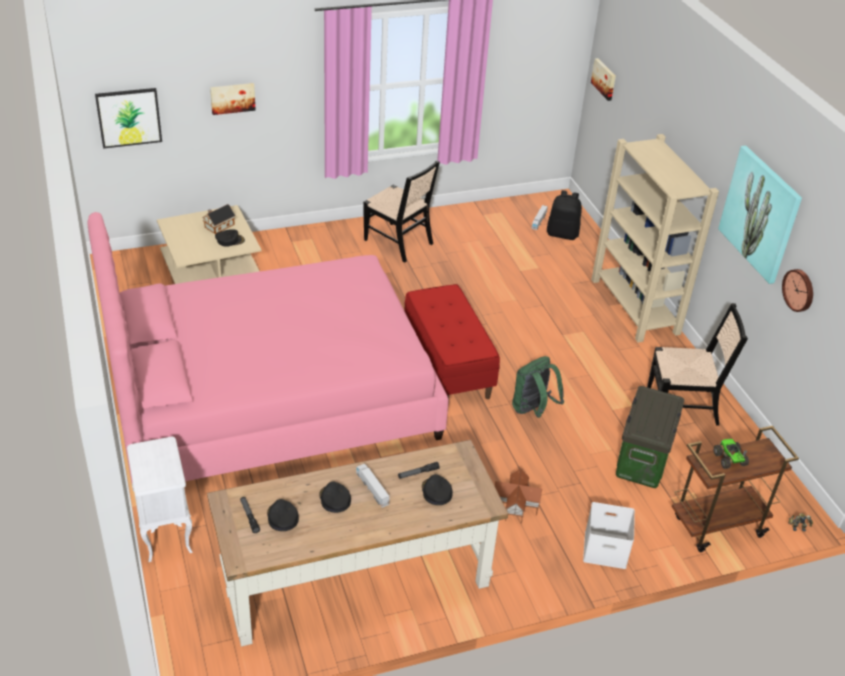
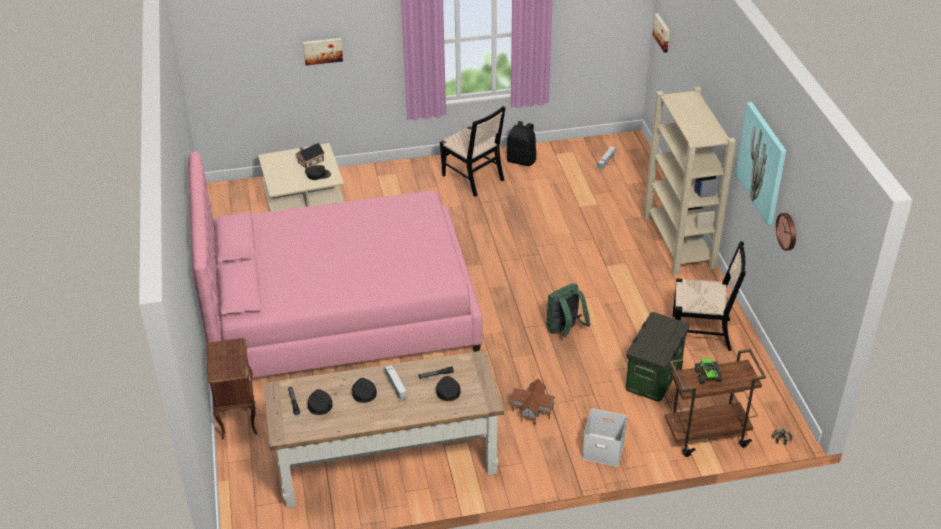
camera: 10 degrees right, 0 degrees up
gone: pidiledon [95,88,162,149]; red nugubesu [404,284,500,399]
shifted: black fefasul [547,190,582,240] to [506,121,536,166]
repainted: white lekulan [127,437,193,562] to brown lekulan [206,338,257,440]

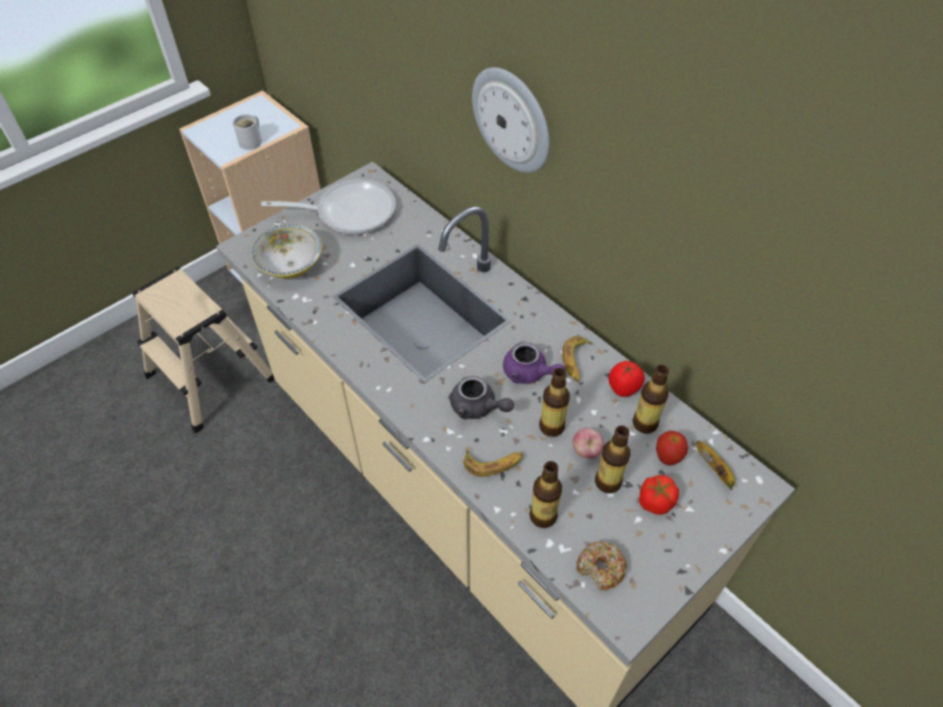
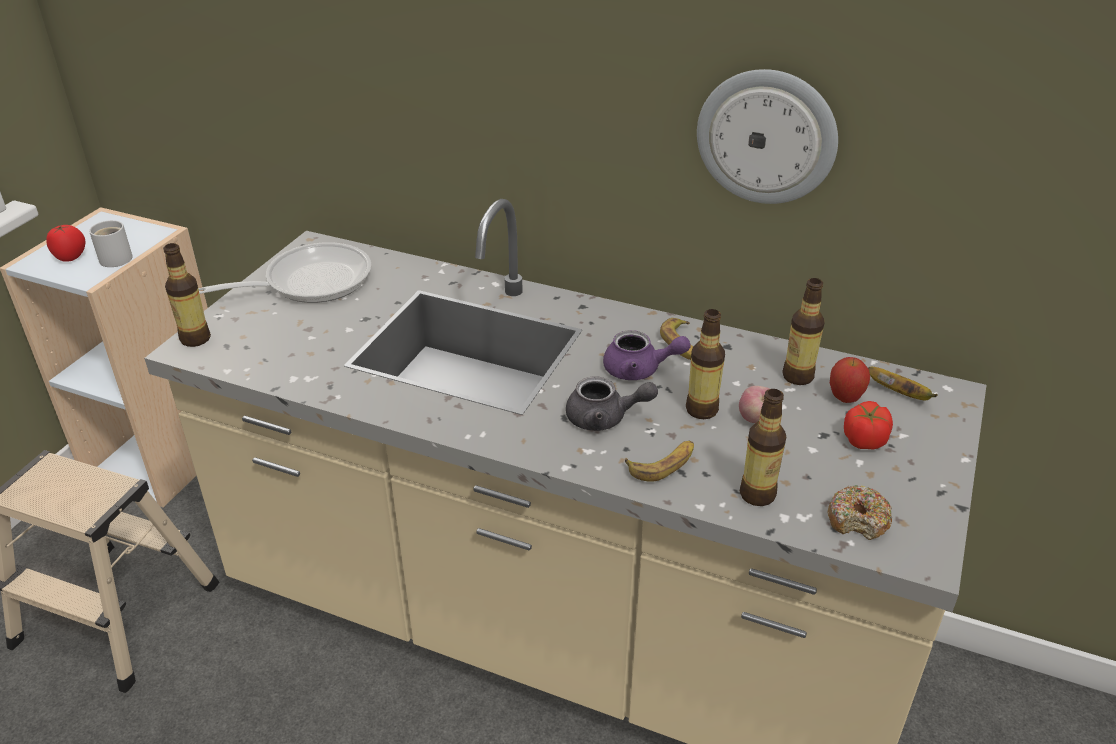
camera: 25 degrees left, 15 degrees down
gone: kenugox [251,224,322,279]
shifted: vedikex [472,67,550,173] to [697,69,838,204]; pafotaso [609,361,645,397] to [46,225,86,262]; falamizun [595,425,631,493] to [163,243,211,347]

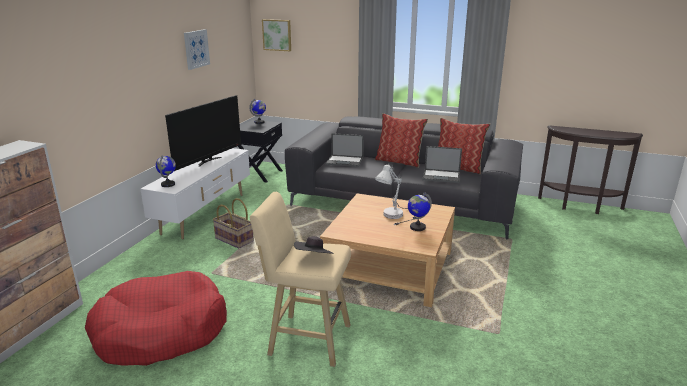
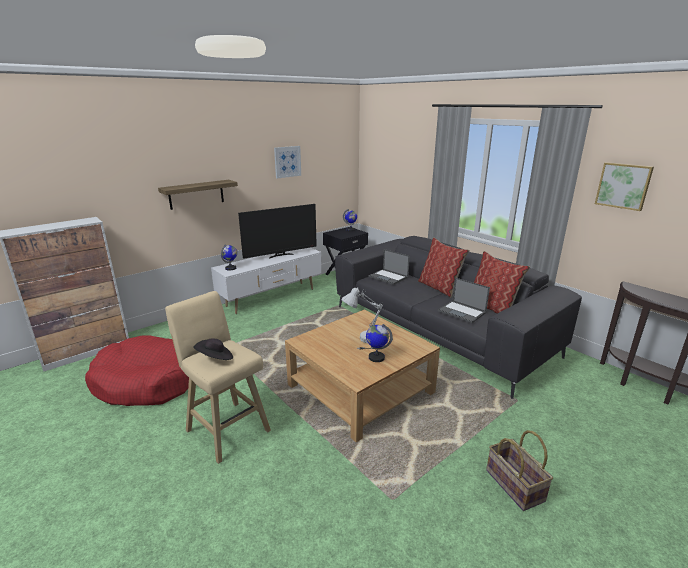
camera: 30 degrees right, 0 degrees up
new: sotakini [158,180,238,210]
shifted: pidiledon [262,19,291,51] to [595,162,654,211]; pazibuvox [213,198,254,249] to [486,430,553,511]

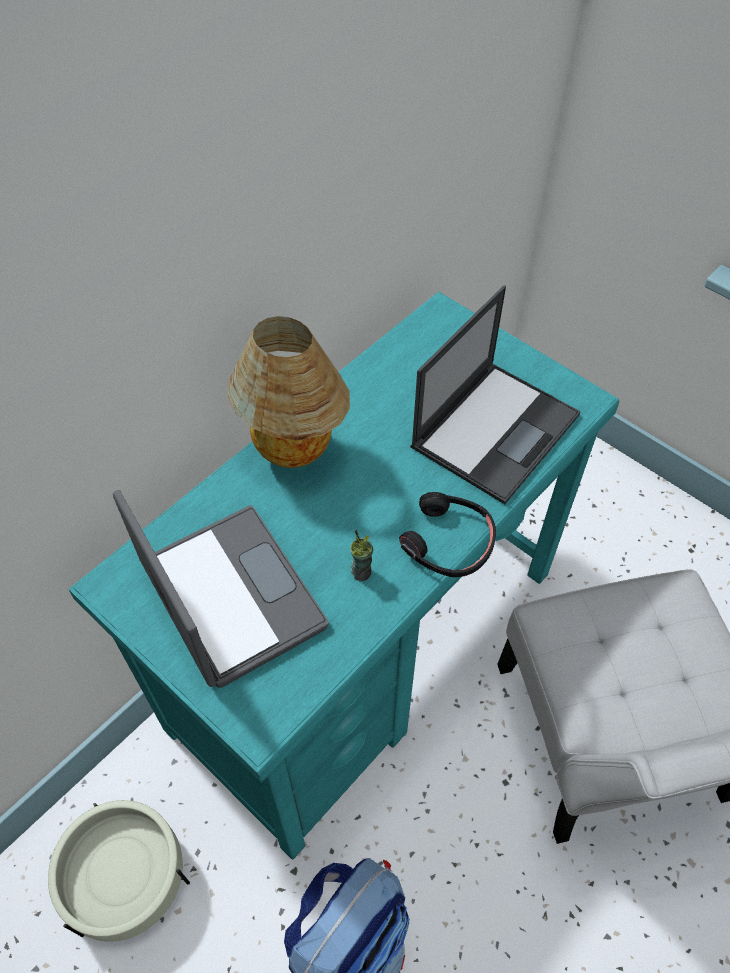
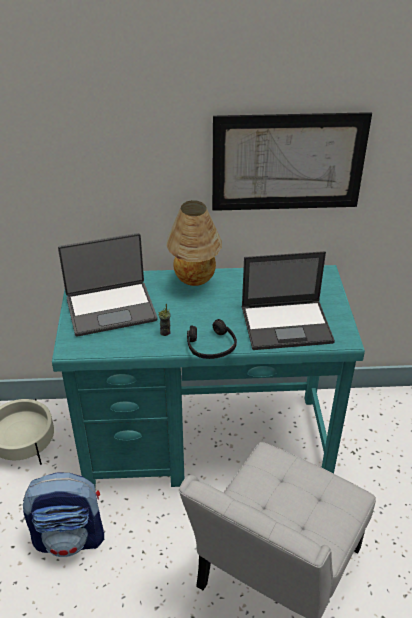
camera: 45 degrees right, 15 degrees down
new: pidiledon [212,112,372,211]
rotated: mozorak [113,490,328,688] = [58,233,157,337] 60 degrees clockwise

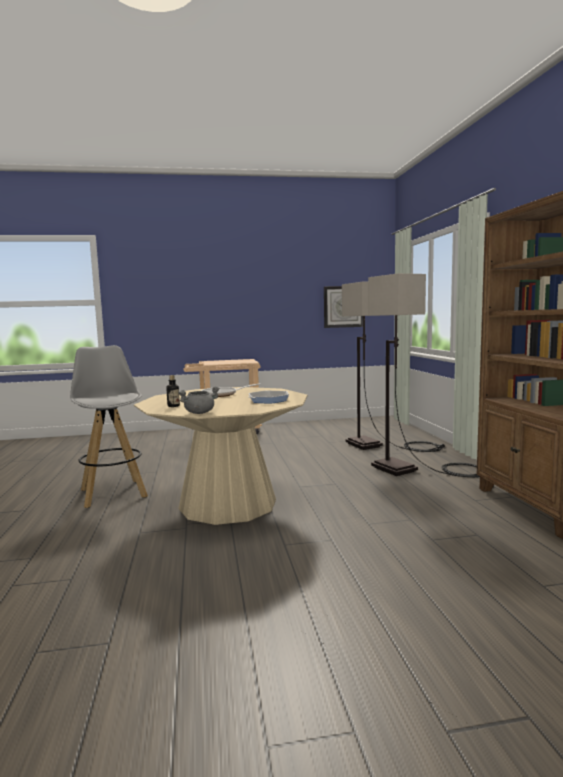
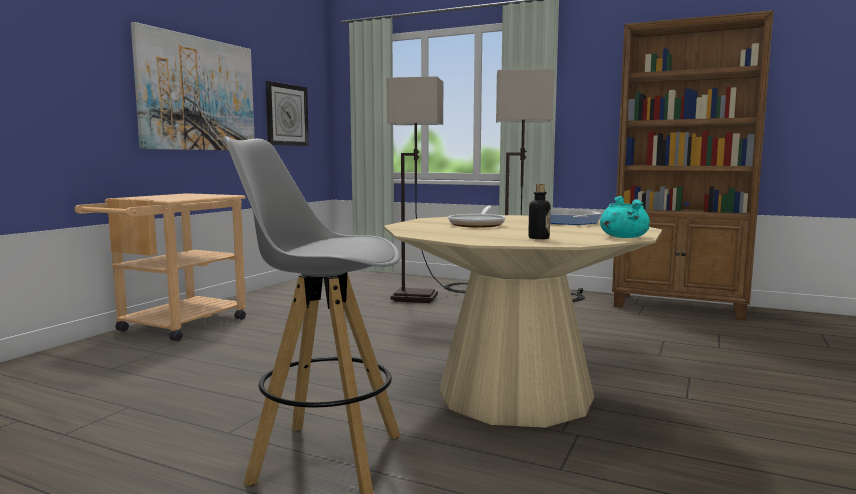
camera: 55 degrees left, 0 degrees up
new: pidiledon [131,22,255,151]
repainted: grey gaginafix [178,386,220,414] to turquoise gaginafix [600,196,650,238]

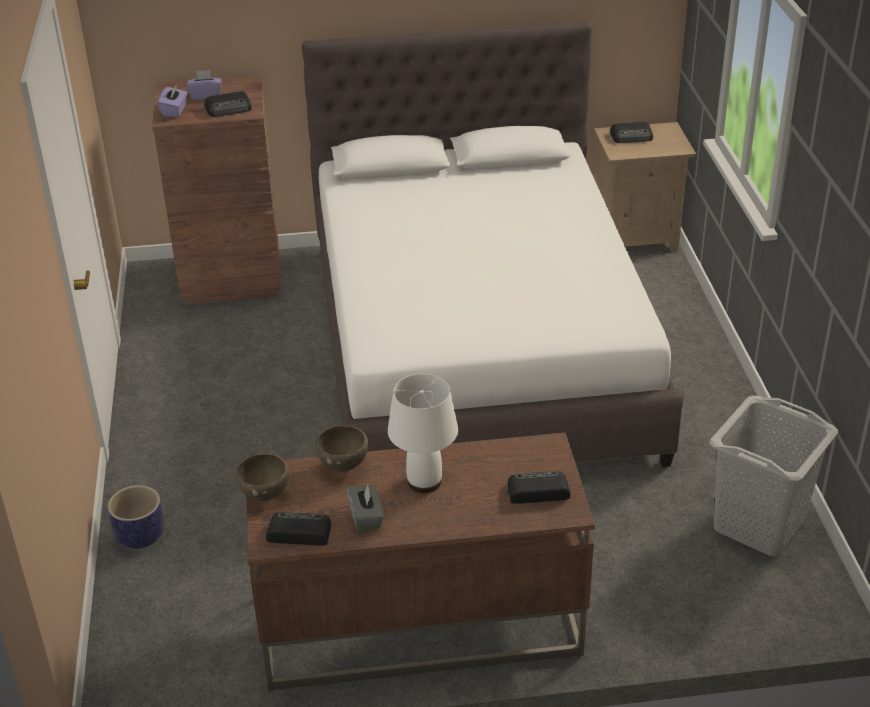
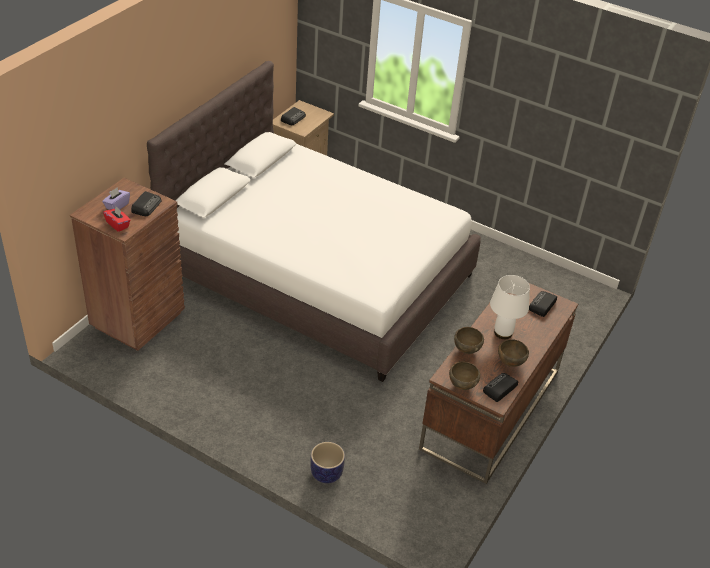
camera: 55 degrees left, 5 degrees up
gone: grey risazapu [709,396,838,556]
swapped: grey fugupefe [346,485,384,532] to brown kenugox [498,339,529,367]
repainted: purple fugupefe [158,85,187,117] to red fugupefe [103,206,131,232]

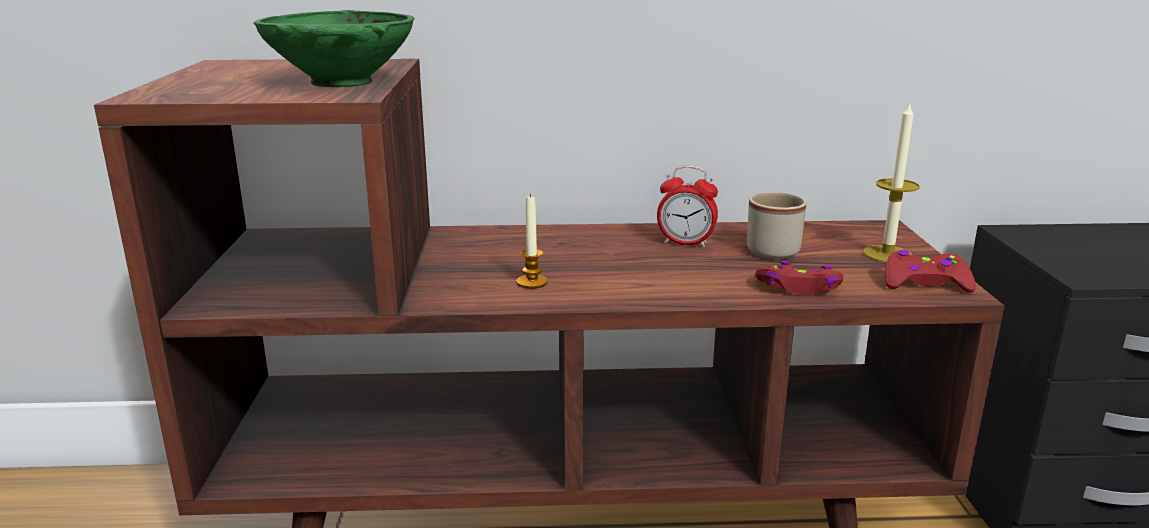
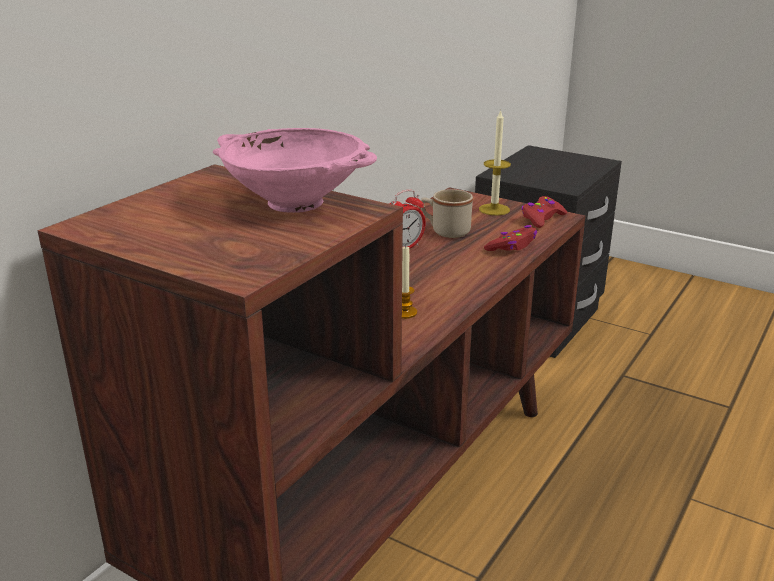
camera: 55 degrees left, 5 degrees up
repainted: green kenugox [254,10,415,87] to pink kenugox [213,128,377,213]

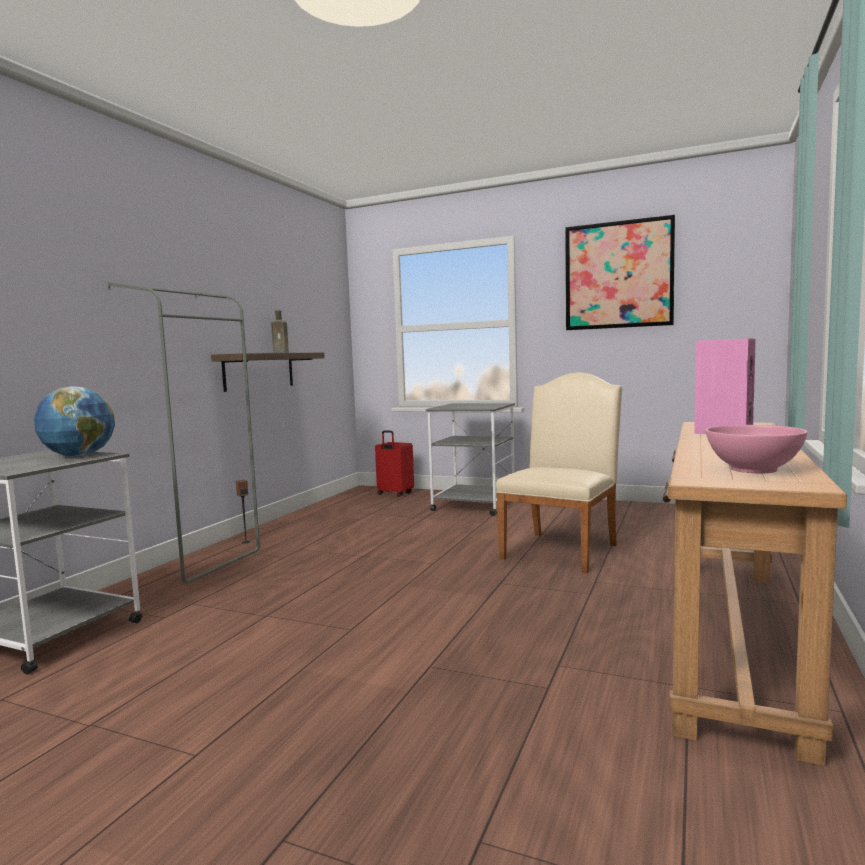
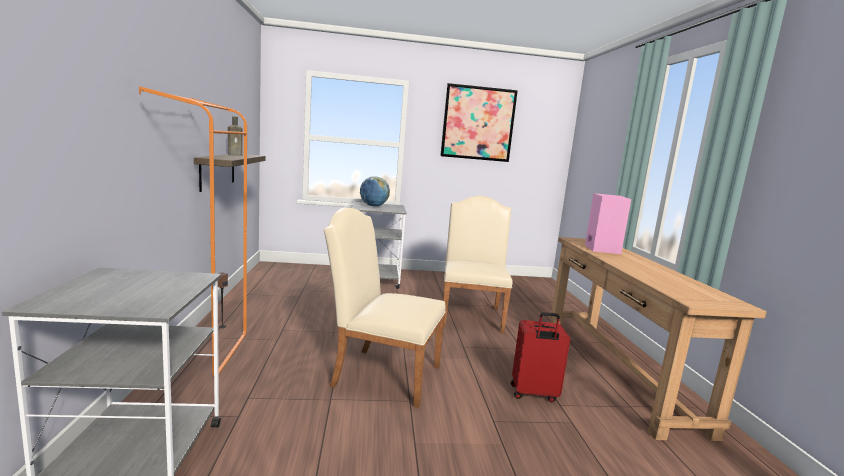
camera: 30 degrees left, 5 degrees up
gone: pink kenugox [705,425,808,473]
new: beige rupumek [324,207,446,408]
shifted: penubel [34,386,115,456] to [360,176,390,206]; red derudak [375,430,414,497] to [511,312,570,402]
repainted: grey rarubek [108,282,260,583] to orange rarubek [139,86,247,377]

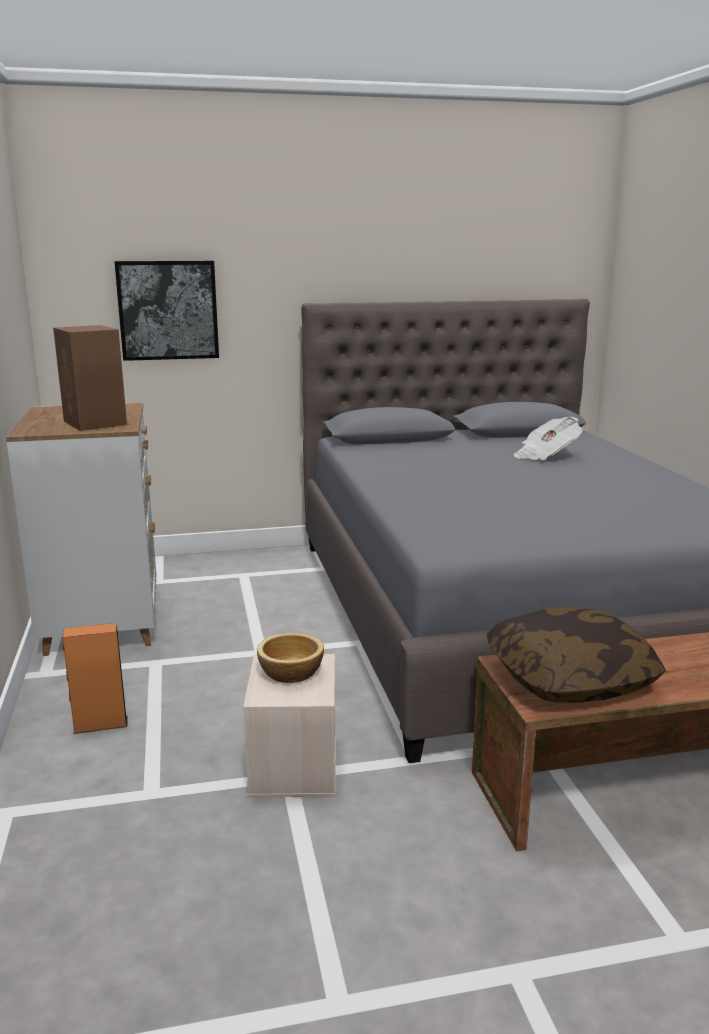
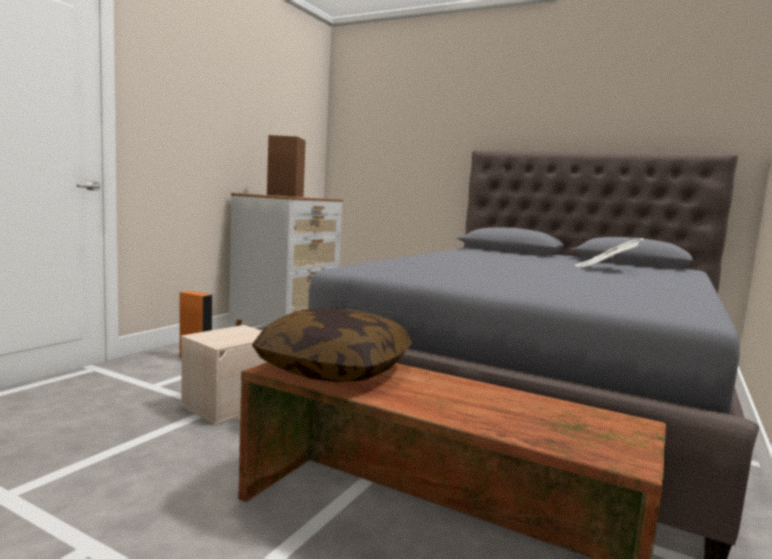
camera: 40 degrees right, 10 degrees down
gone: pidiledon [114,261,219,361]; kenugox [257,633,324,683]

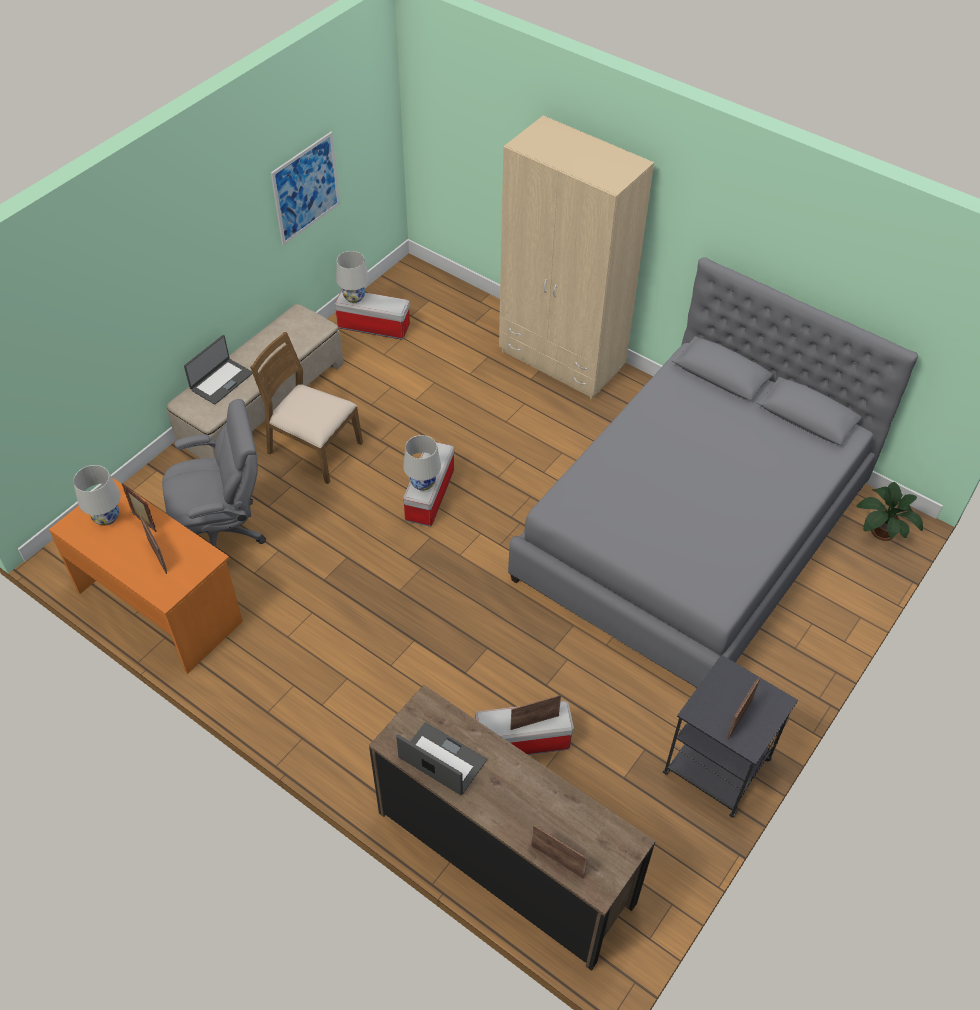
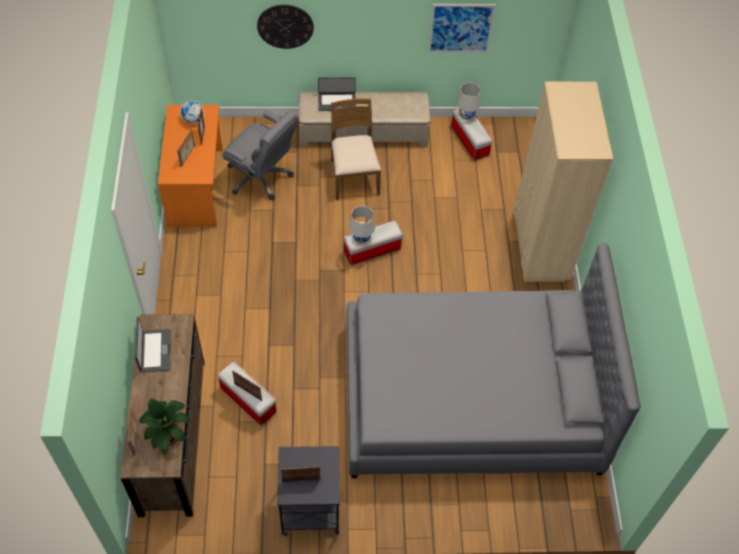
camera: 50 degrees right, 5 degrees up
new: vedikex [257,4,314,49]
shifted: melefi [856,482,923,541] to [139,399,190,455]
swapped: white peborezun [73,465,121,525] to penubel [180,100,205,124]

